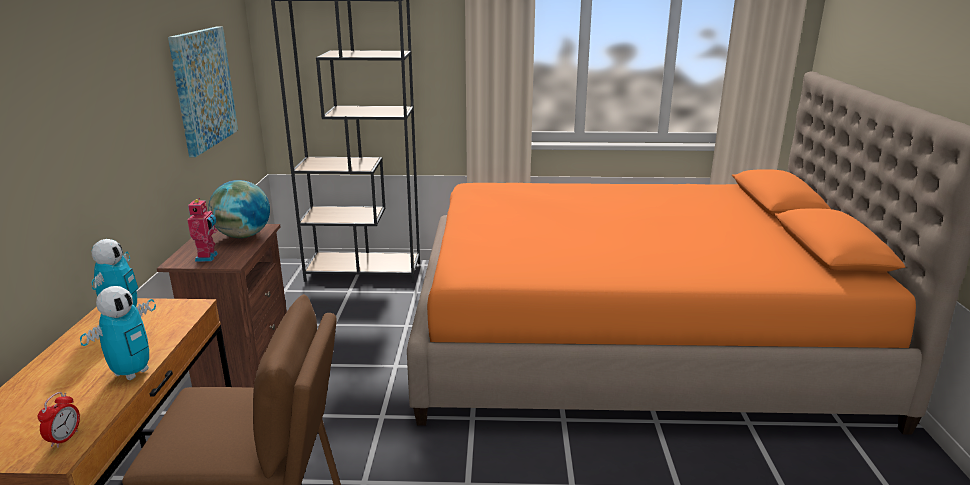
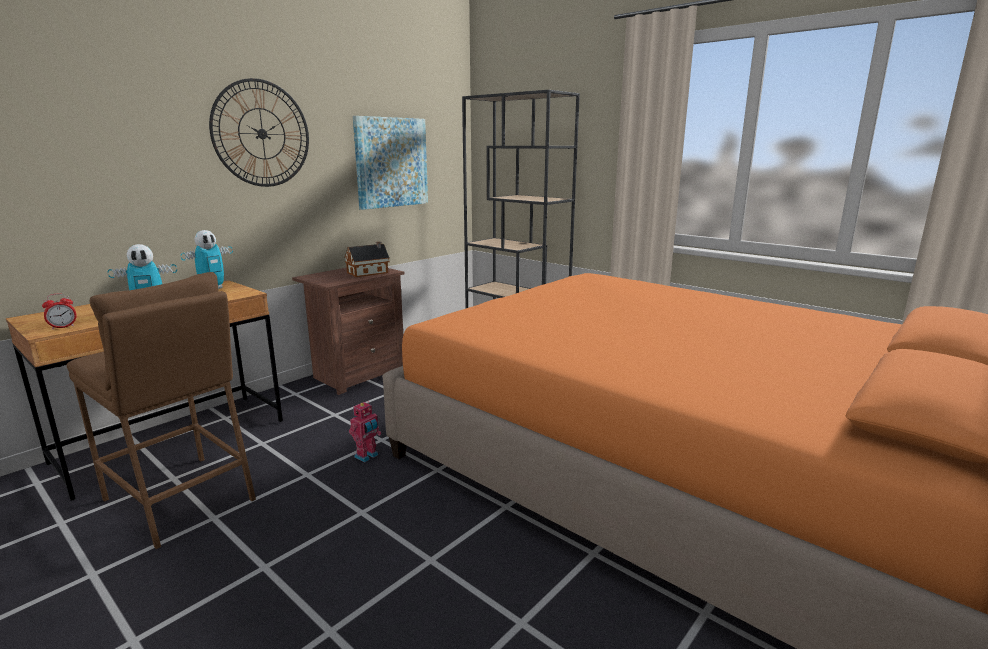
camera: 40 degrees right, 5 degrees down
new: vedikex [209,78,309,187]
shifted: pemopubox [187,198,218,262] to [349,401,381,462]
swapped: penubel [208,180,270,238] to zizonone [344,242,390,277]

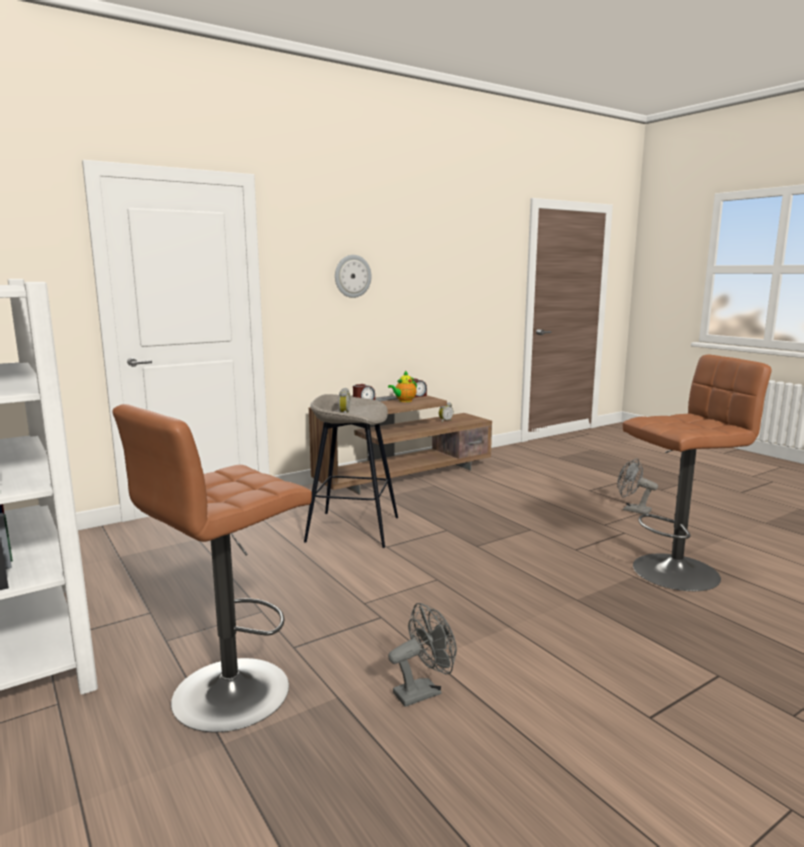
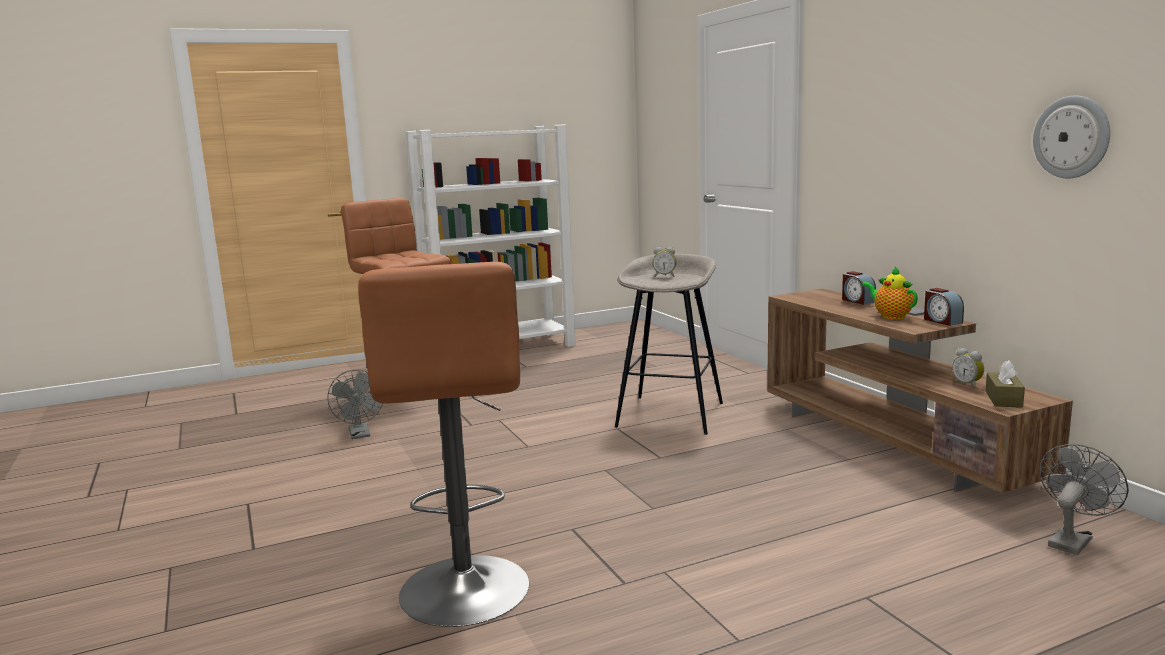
camera: 100 degrees right, 0 degrees up
new: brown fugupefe [985,361,1025,408]
shifted: vedikex [335,255,372,298] to [1033,96,1110,178]; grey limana [617,458,658,514] to [1039,444,1129,555]

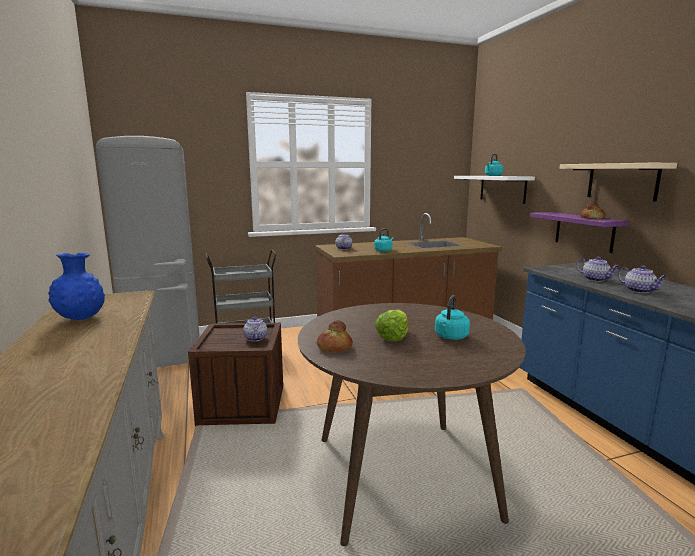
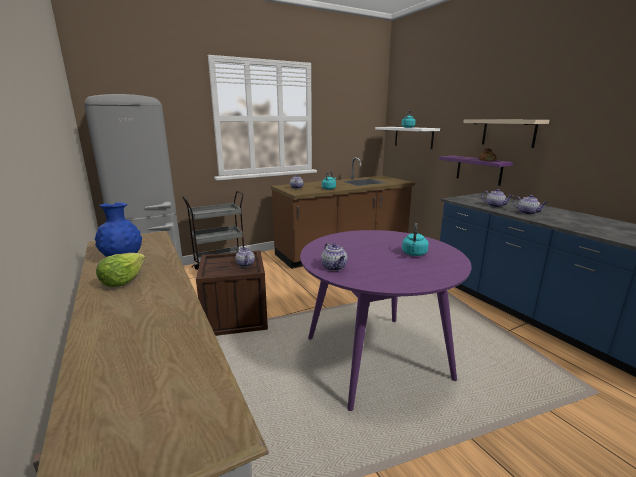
camera: 10 degrees left, 5 degrees up
shifted: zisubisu [375,310,408,341] to [96,253,145,287]
swapped: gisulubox [317,320,353,352] to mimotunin [321,243,348,271]
repainted: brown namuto [297,303,526,546] to purple namuto [300,230,472,411]

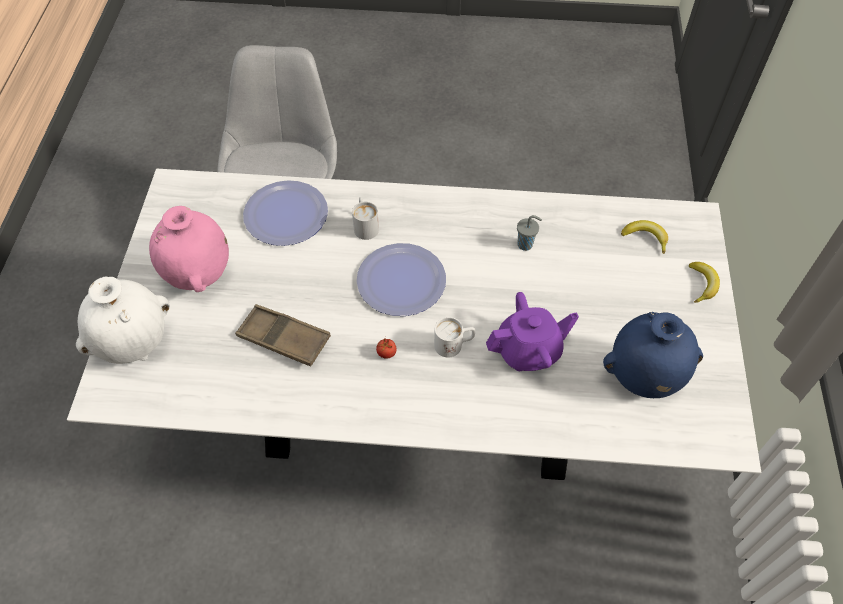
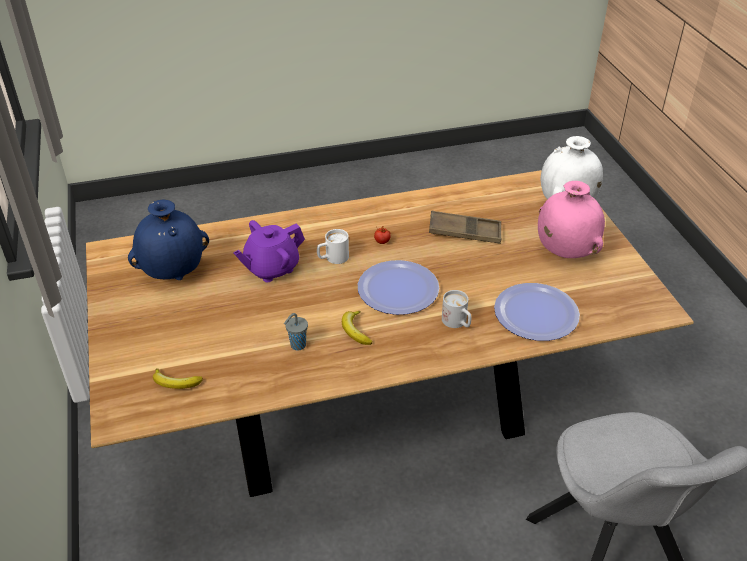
camera: 160 degrees right, 15 degrees down
shifted: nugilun [689,262,720,303] to [342,311,372,345]
repainted: white namuto [67,168,761,480] to brown namuto [86,170,694,497]

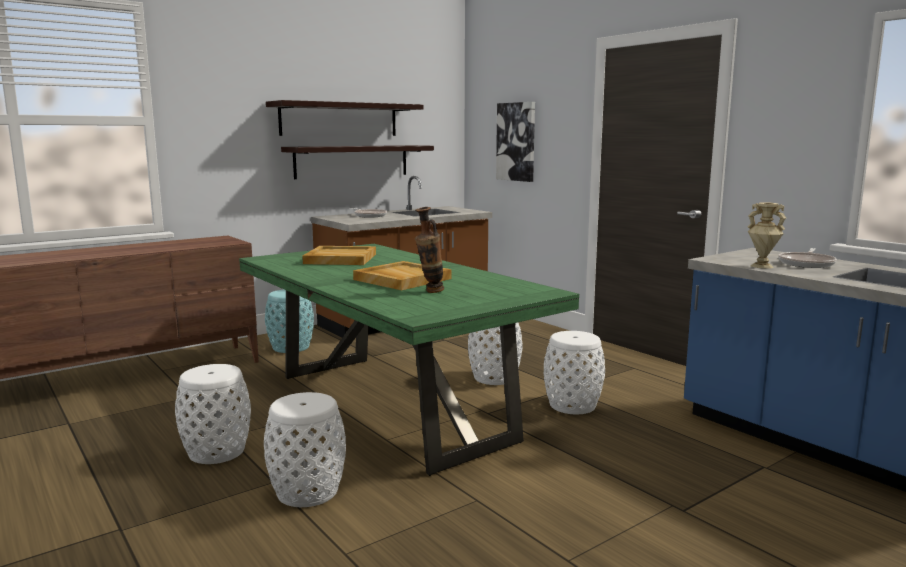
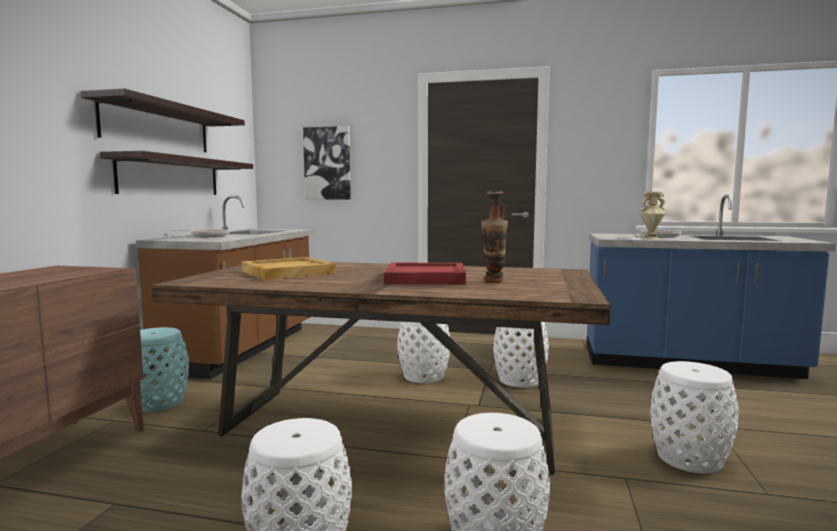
camera: 40 degrees left, 5 degrees down
new: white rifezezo [650,361,739,474]
repainted: green namuto [239,244,579,476] to brown namuto [151,262,611,475]; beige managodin [353,261,451,290] to red managodin [384,263,466,284]

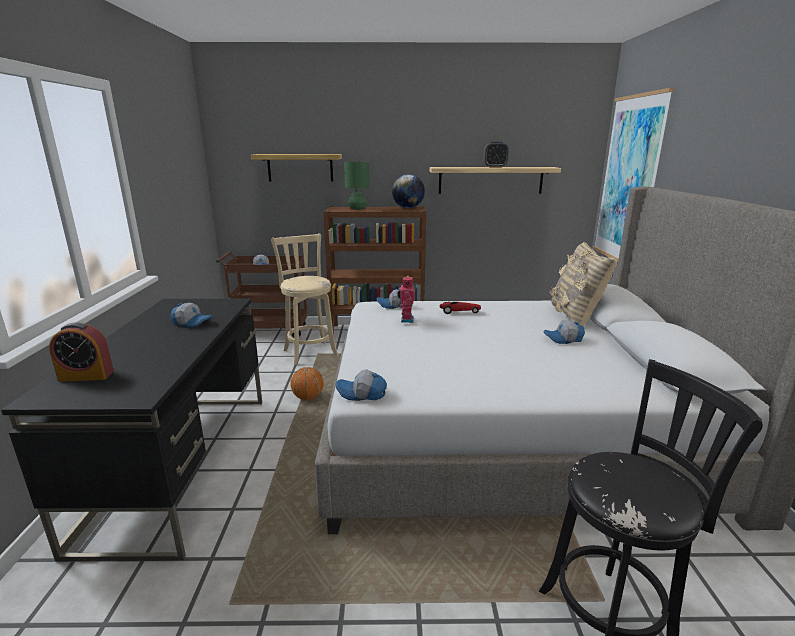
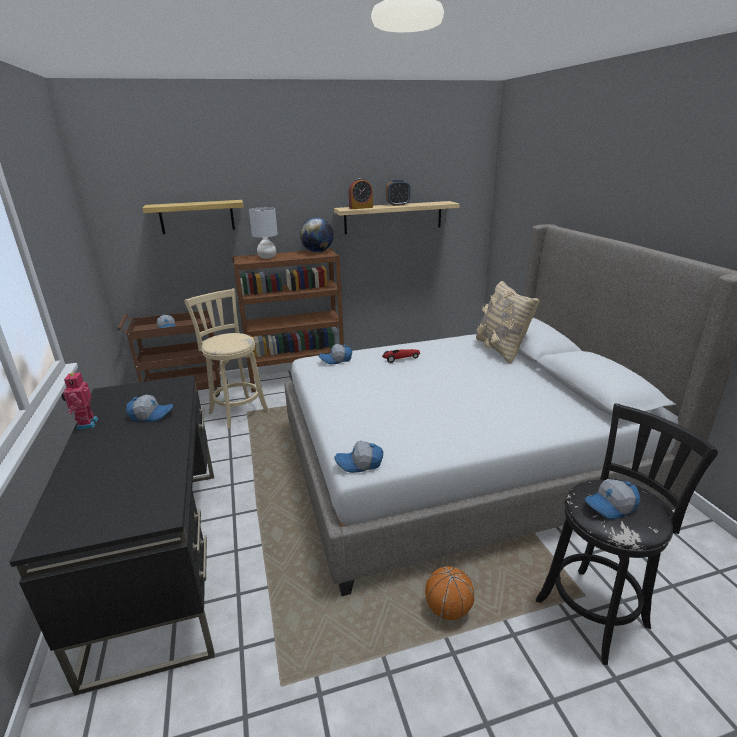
camera: 15 degrees left, 5 degrees up
gone: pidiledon [593,88,675,262]
shifted: pemopubox [397,276,415,323] to [61,370,98,430]; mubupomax [544,320,585,344] to [585,479,641,520]; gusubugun [49,322,114,382] to [349,178,373,209]; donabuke [290,367,324,400] to [425,566,474,620]
repainted: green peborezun [344,162,369,210] to grey peborezun [249,207,278,259]

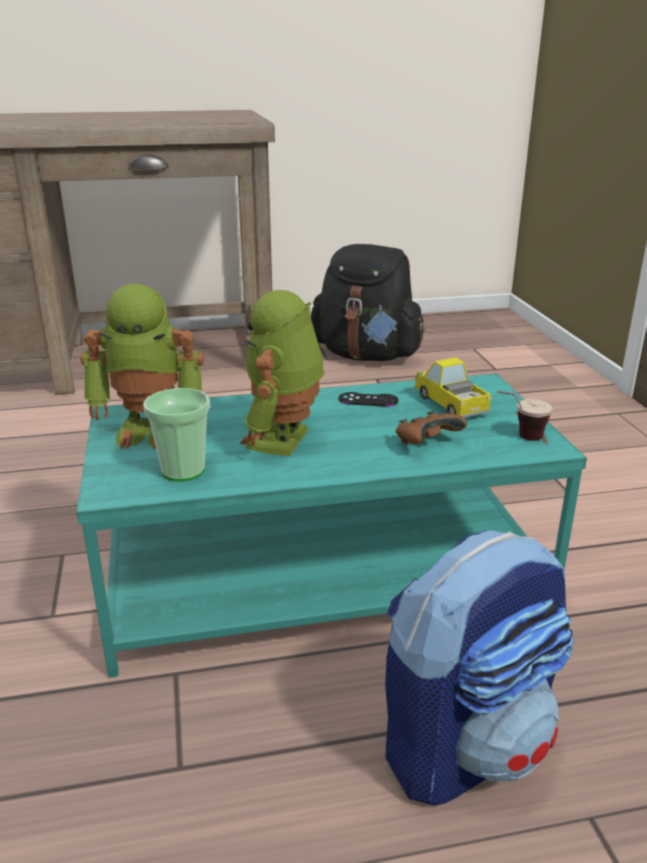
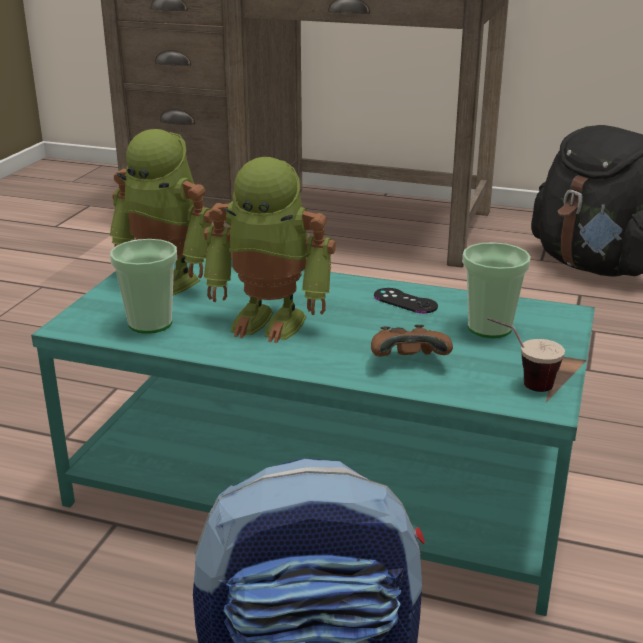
camera: 30 degrees right, 0 degrees up
swapped: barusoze [414,357,492,418] to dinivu [462,242,531,338]
rotated: pemopubox [240,290,325,456] = [203,157,336,343] 120 degrees counterclockwise

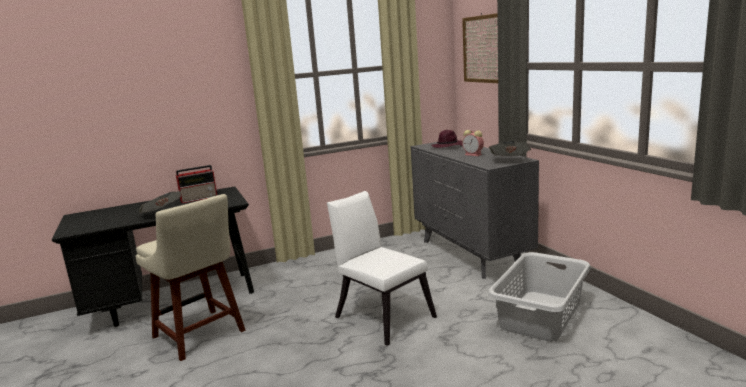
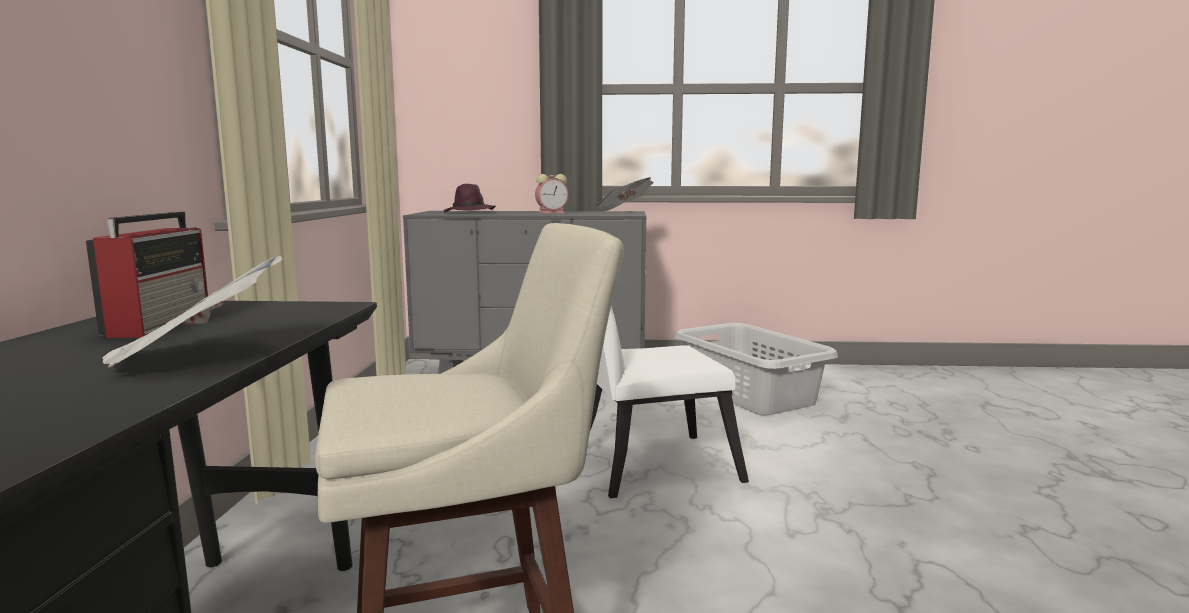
camera: 65 degrees left, 5 degrees down
gone: pidiledon [462,13,498,83]

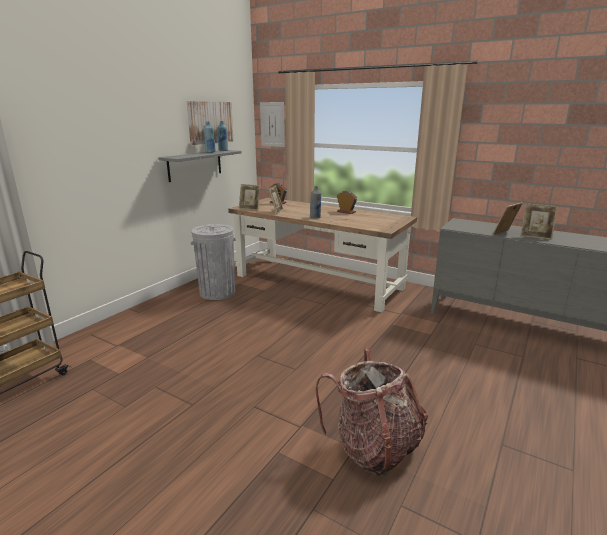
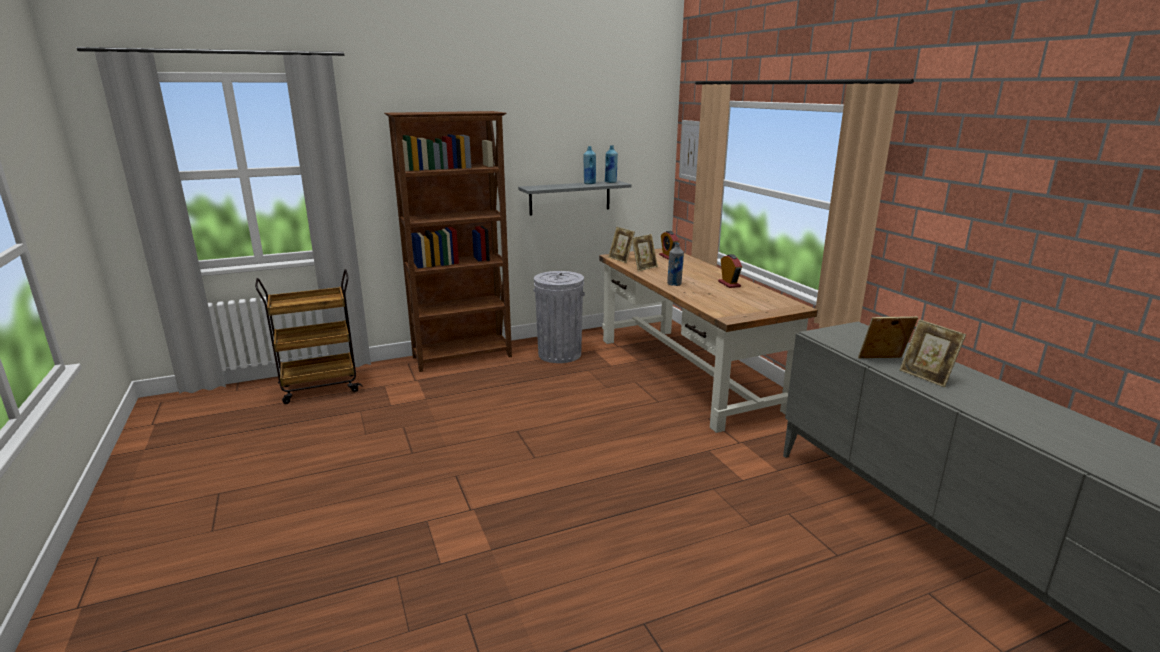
camera: 35 degrees right, 0 degrees up
gone: pidiledon [187,101,233,145]; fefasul [315,347,428,476]
new: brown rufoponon [384,111,512,372]

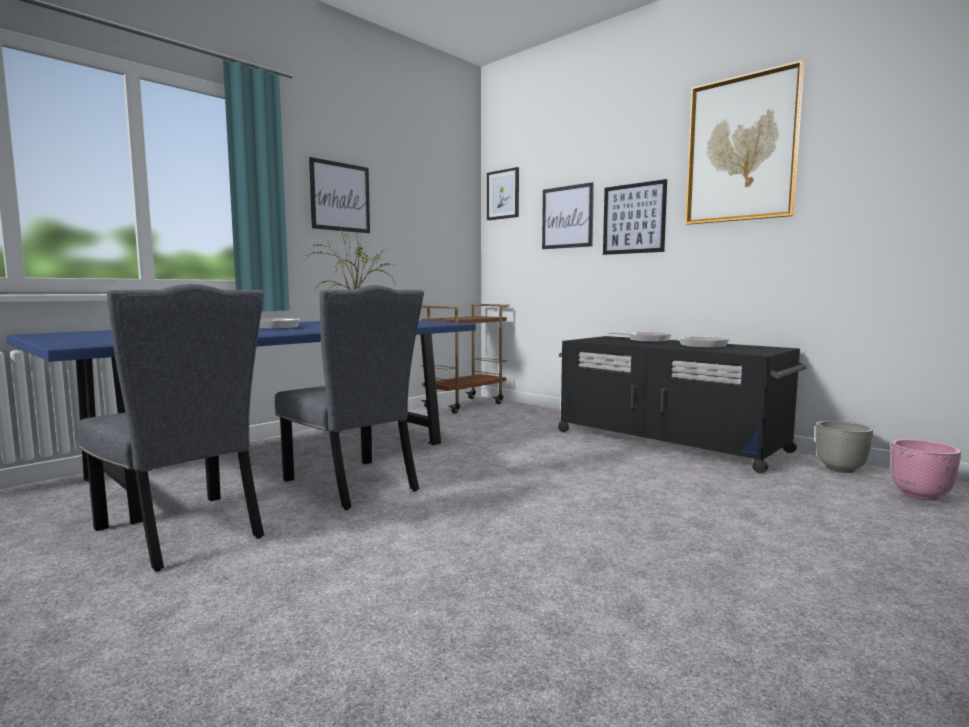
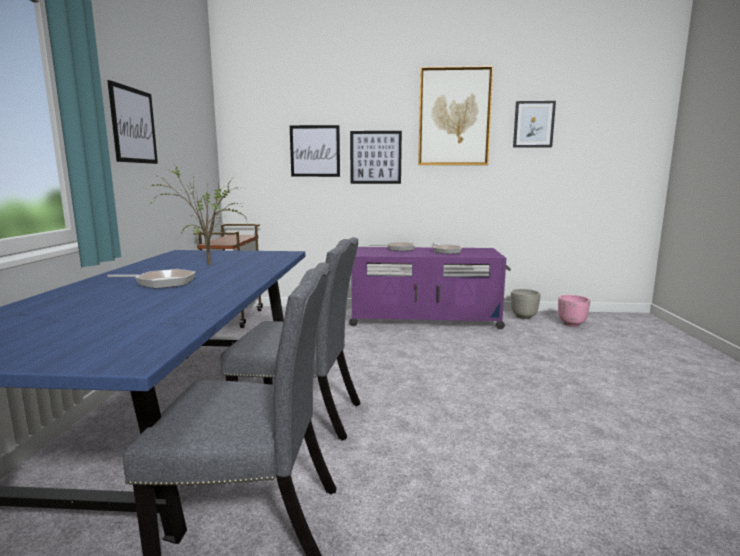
camera: 40 degrees left, 5 degrees up
shifted: pidiledon [487,167,519,220] to [513,101,556,148]
repainted: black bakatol [558,336,807,473] to purple bakatol [349,247,511,329]

